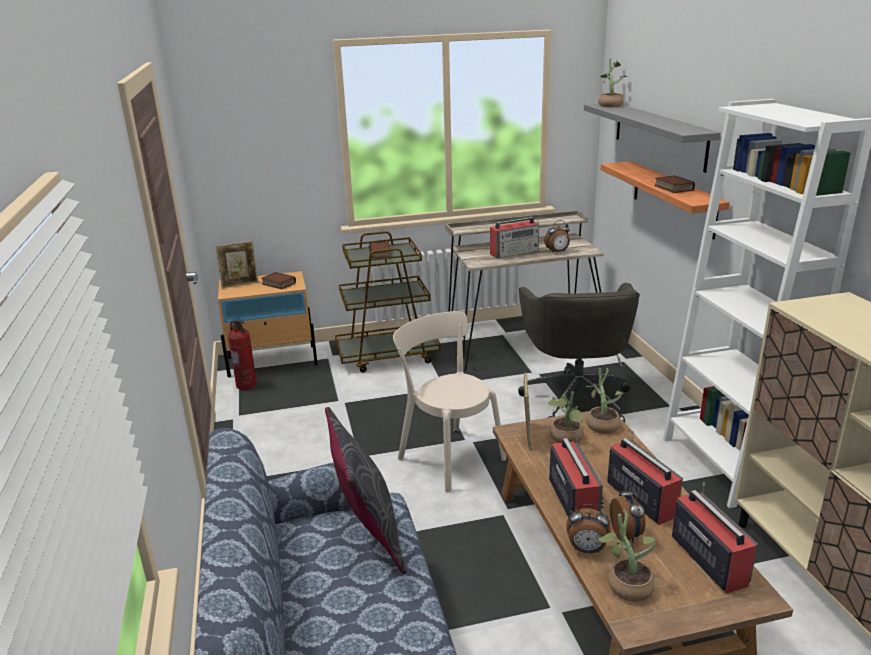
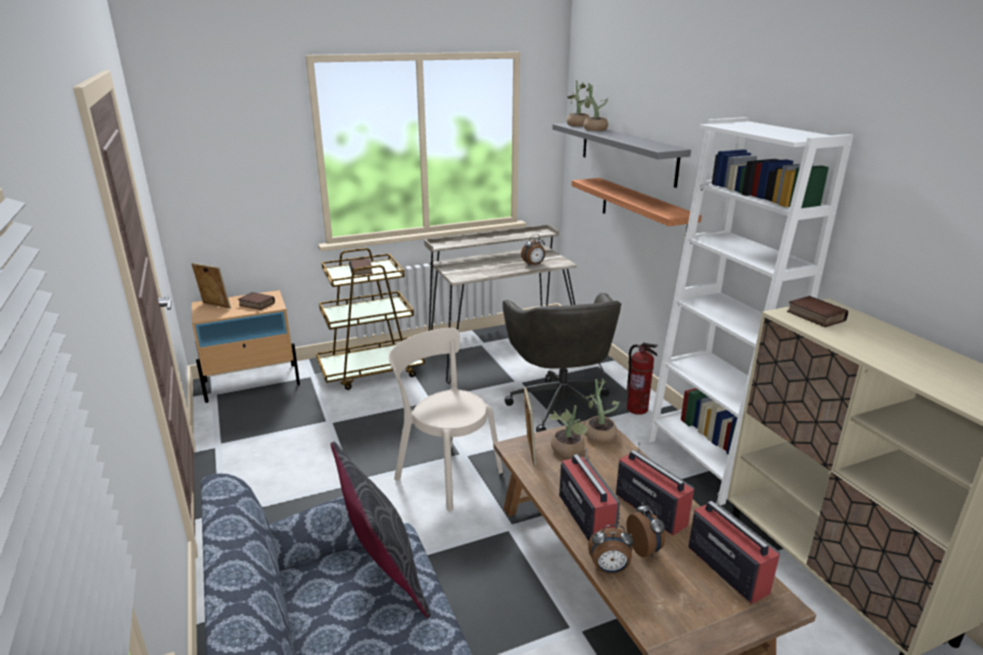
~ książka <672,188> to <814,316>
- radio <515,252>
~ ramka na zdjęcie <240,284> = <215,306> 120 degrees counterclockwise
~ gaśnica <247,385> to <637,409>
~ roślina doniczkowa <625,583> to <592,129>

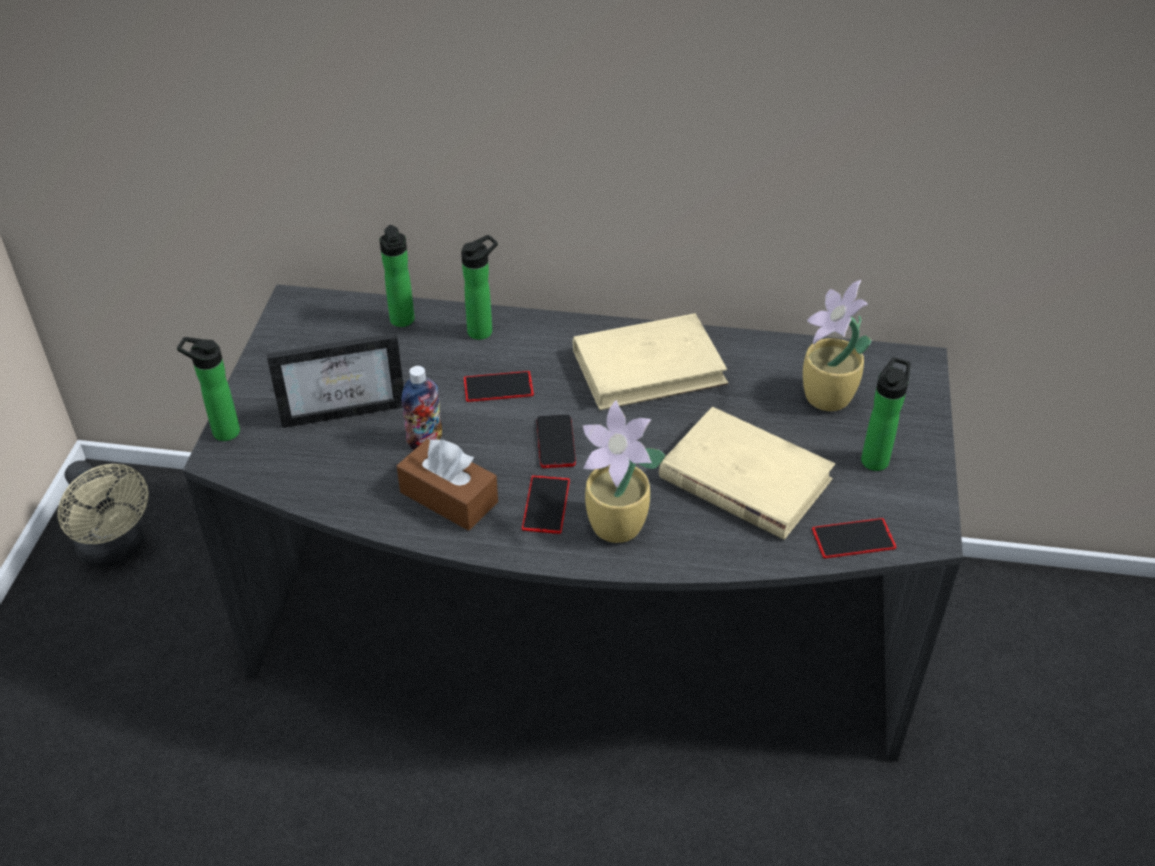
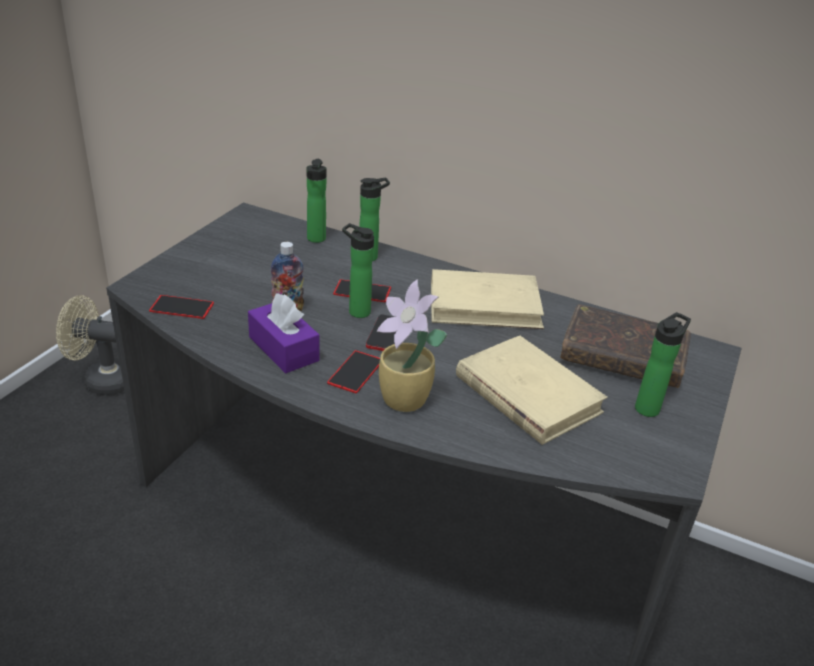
~ roślina doniczkowa <826,399> to książka [brązowy] <622,357>
- ramka na zdjęcie <345,406>
~ butelka <222,431> to <356,311>
~ pudełko chusteczek [brązowy] <449,497> to pudełko chusteczek [fioletowy] <283,349>
~ wentylator [beżowy] <117,550> = <102,380> 120 degrees clockwise
~ telefon <853,538> to <182,307>

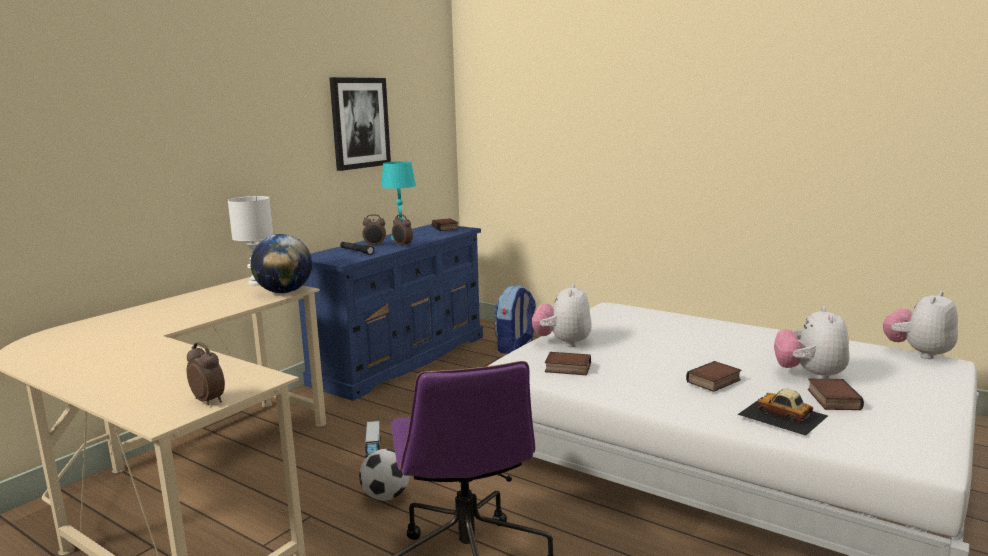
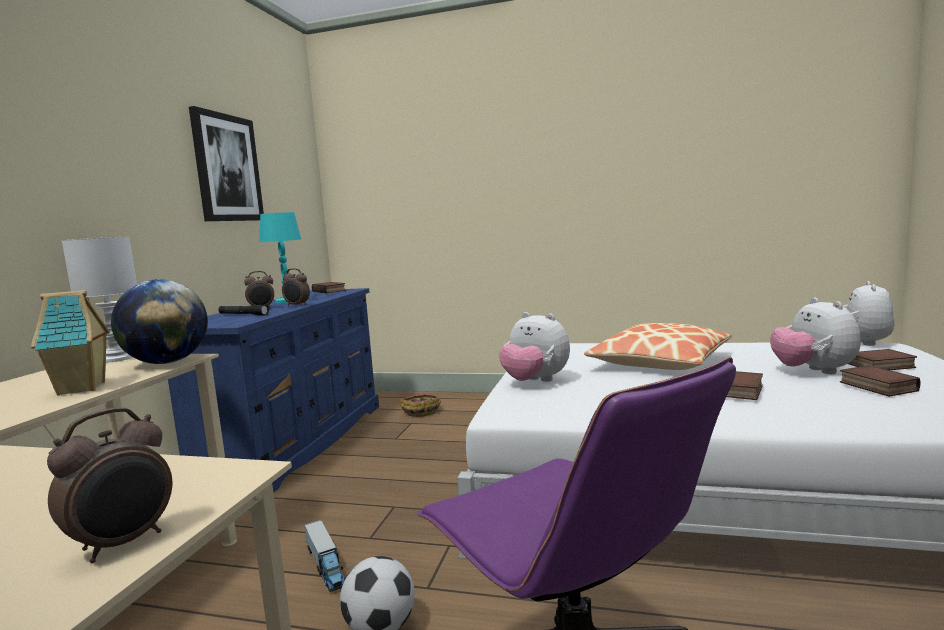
~ pluszak <563,343> = <535,382> 45 degrees counterclockwise
~ plecak <515,347> to koszyk <421,411>
~ budzik <209,400> = <124,543> 105 degrees clockwise
~ książka <567,368> to <881,366>
- samochodzik <783,415>
+ domek <83,389>
+ poduszka <659,362>

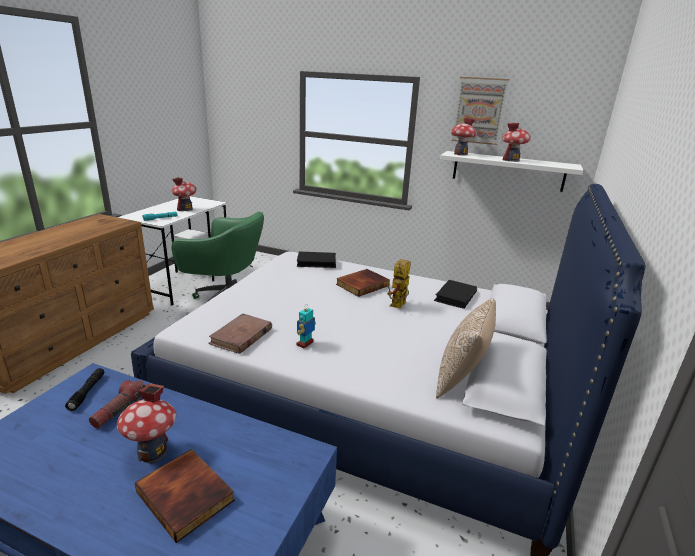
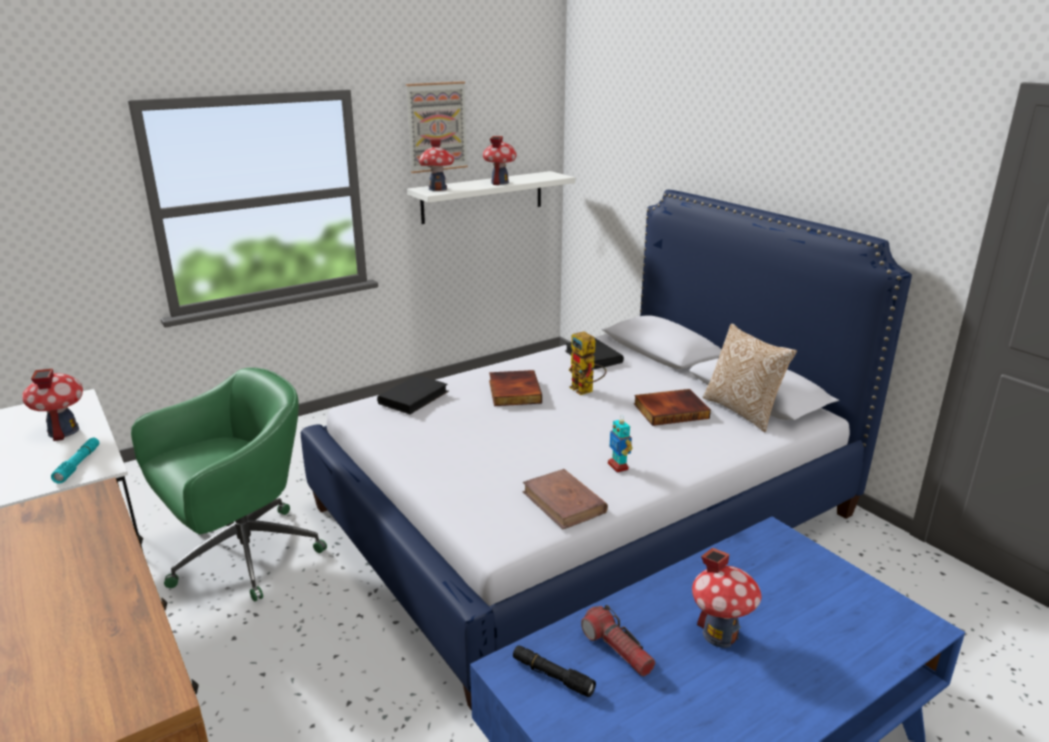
~ książka <187,495> to <670,410>

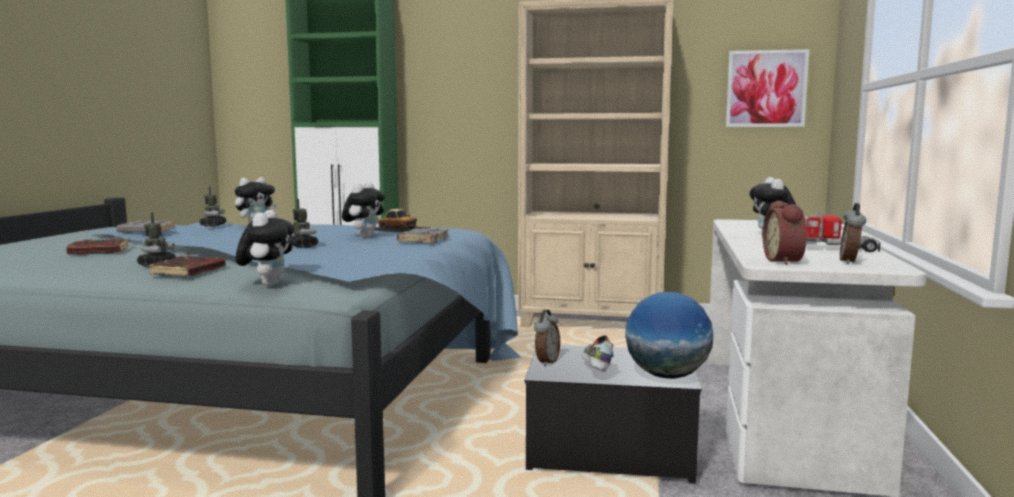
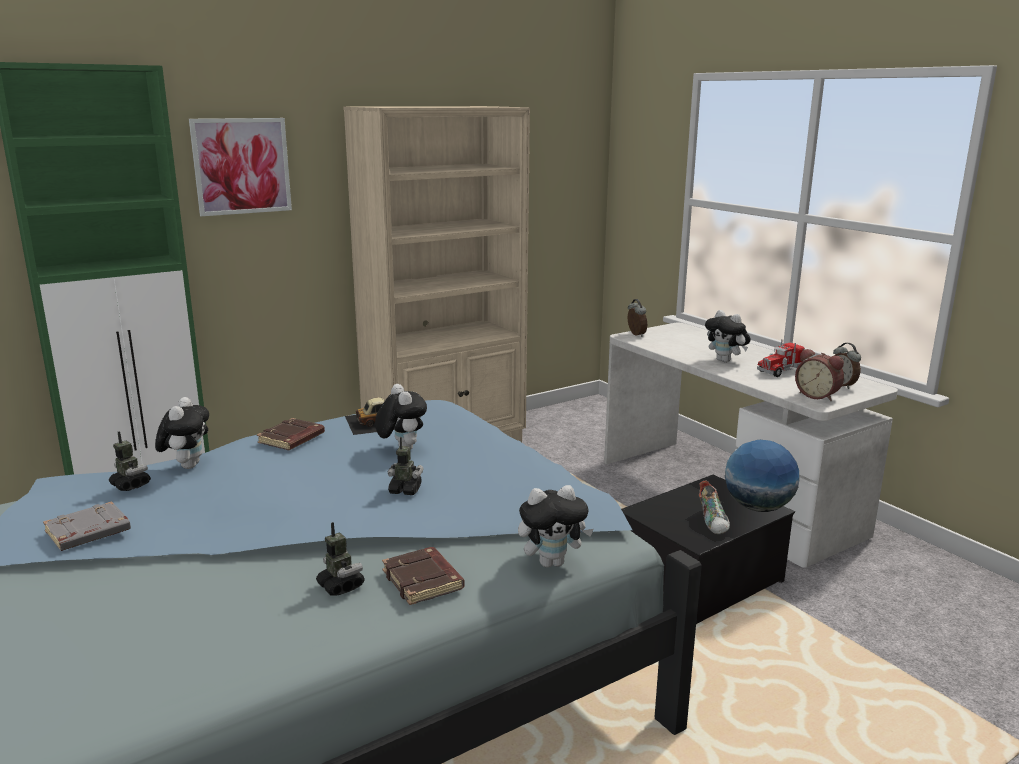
~ obraz <766,89> to <241,166>
~ pluszak <268,284> = <552,562> 120 degrees clockwise
- książka [szary] <422,240>
~ książka [brązowy] <98,252> to <292,439>
~ budzik <546,362> to <635,334>
~ but <595,370> = <713,522> 135 degrees counterclockwise

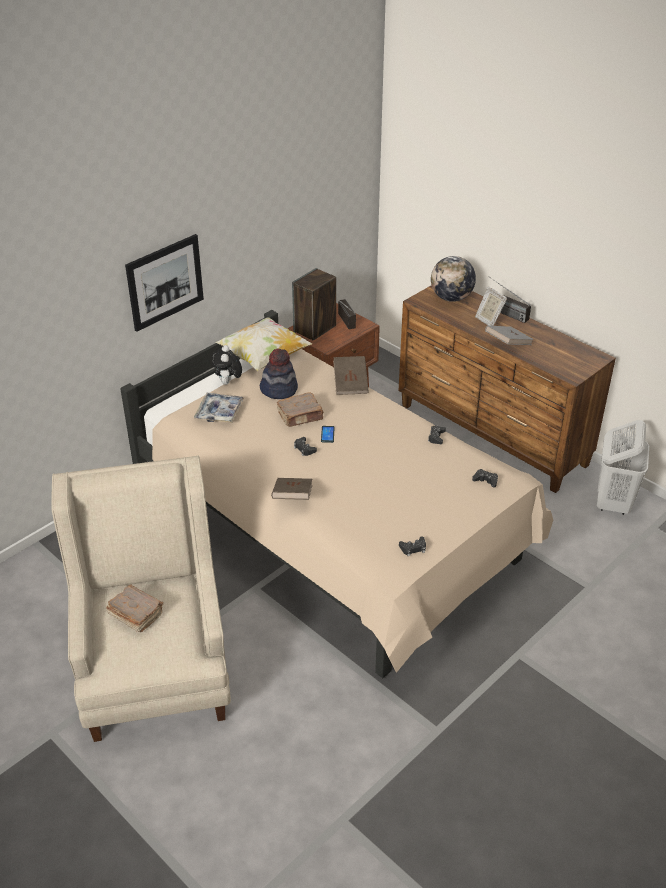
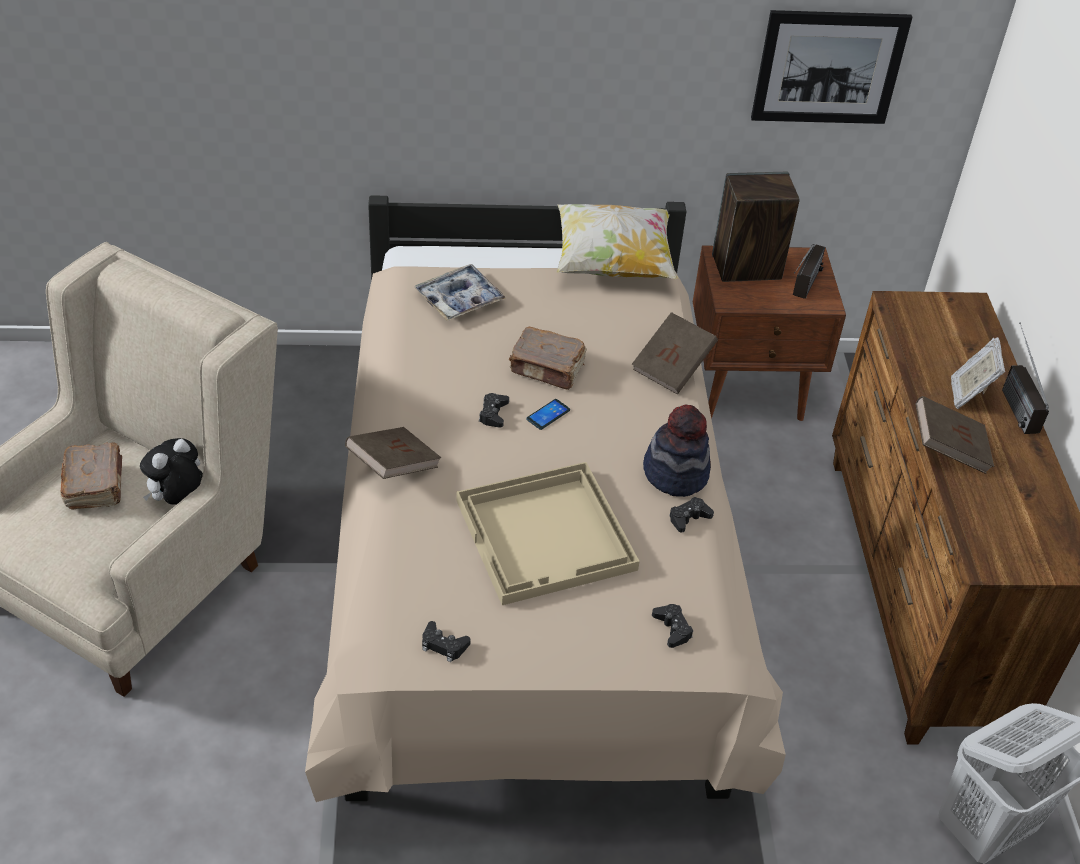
~ obraz <165,282> to <829,67>
- globus <451,298>
~ książka [szary] <508,344> to książka [brązowy] <948,449>
~ pluszak <228,383> to <178,500>
~ kapelusz <279,389> to <675,473>
+ taca [beżowy] <547,535>

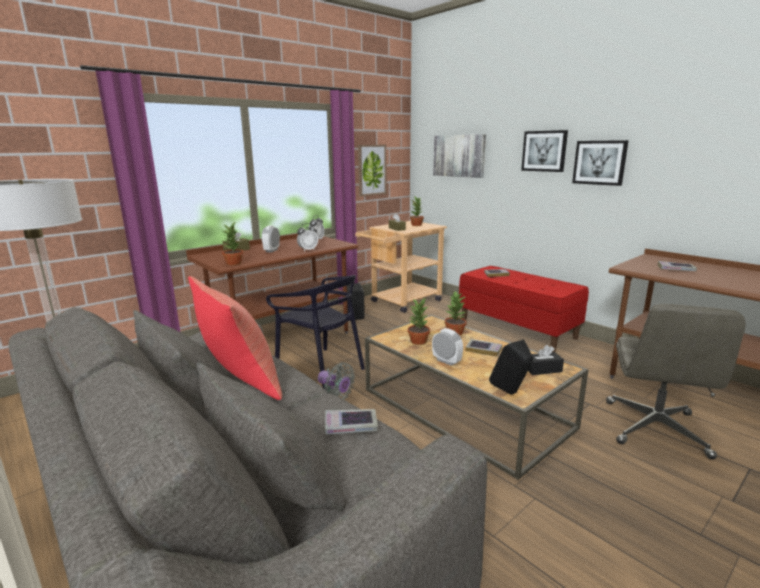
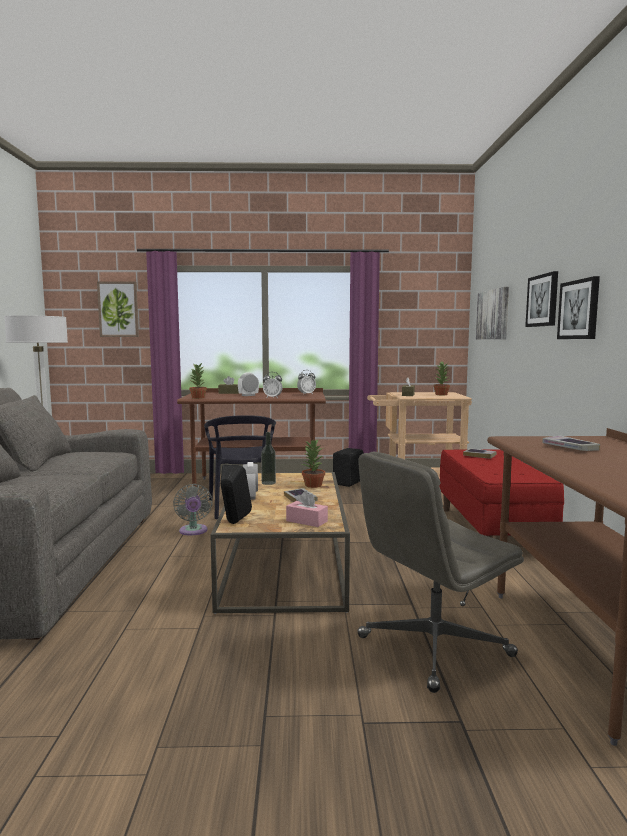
~ obraz <371,170> to <118,309>
- poduszka [czerwony] <239,381>
~ roślina doniczkowa <419,341> to butelka <268,483>
~ pudełko chusteczek [czarny] <543,369> to pudełko chusteczek [różowy] <306,521>
- książka <351,426>

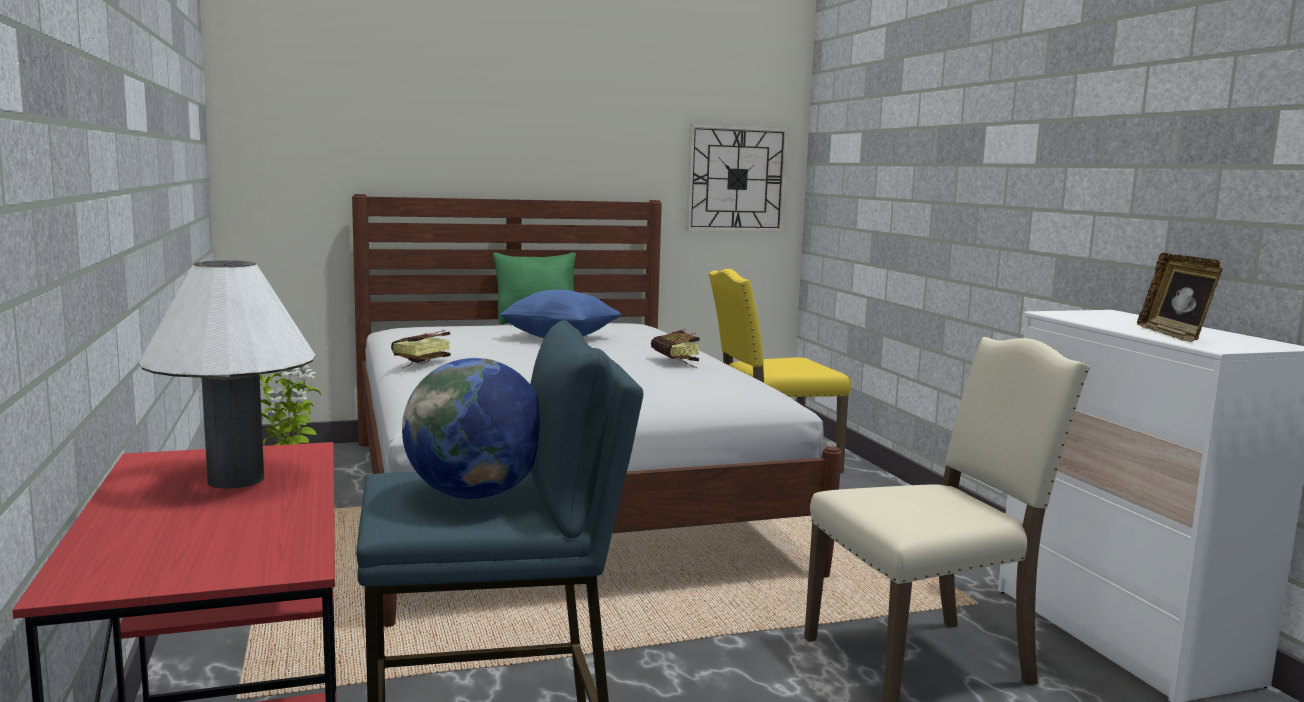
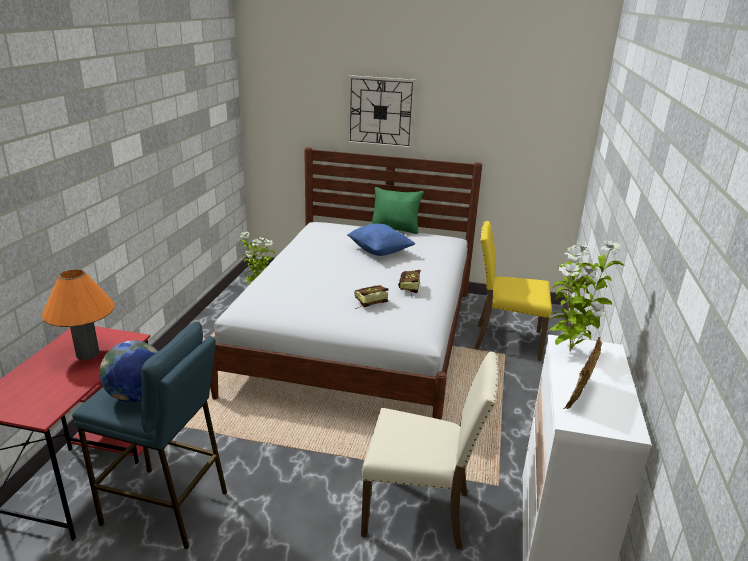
~ zegar ścienny <736,179> to <380,112>
~ lampa stołowa [biały] <236,480> to lampa stołowa [pomarańczowy] <87,354>
~ książka <417,363> to <368,303>
+ roślina doniczkowa <568,350>

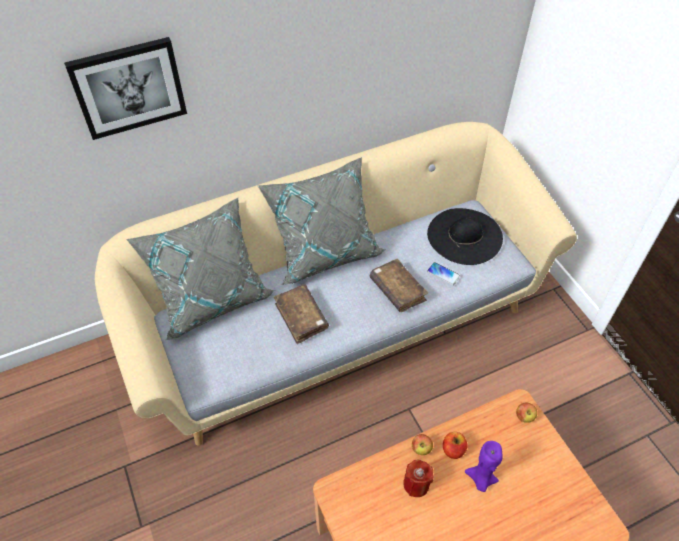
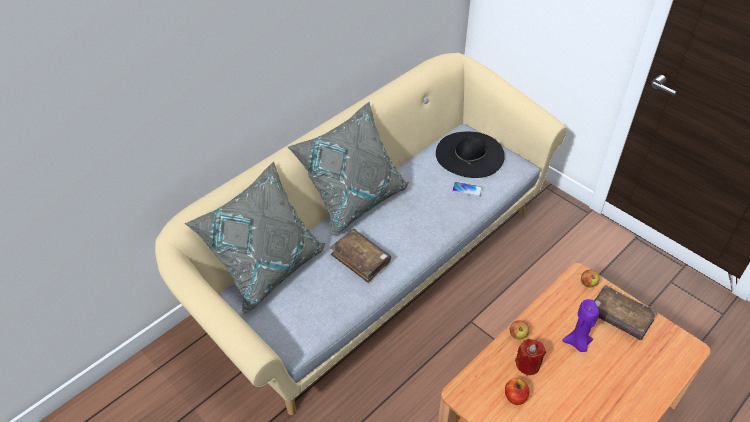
- obraz <128,87>
~ książka [brązowy] <397,290> to <619,317>
~ jabłko <453,450> to <515,397>

